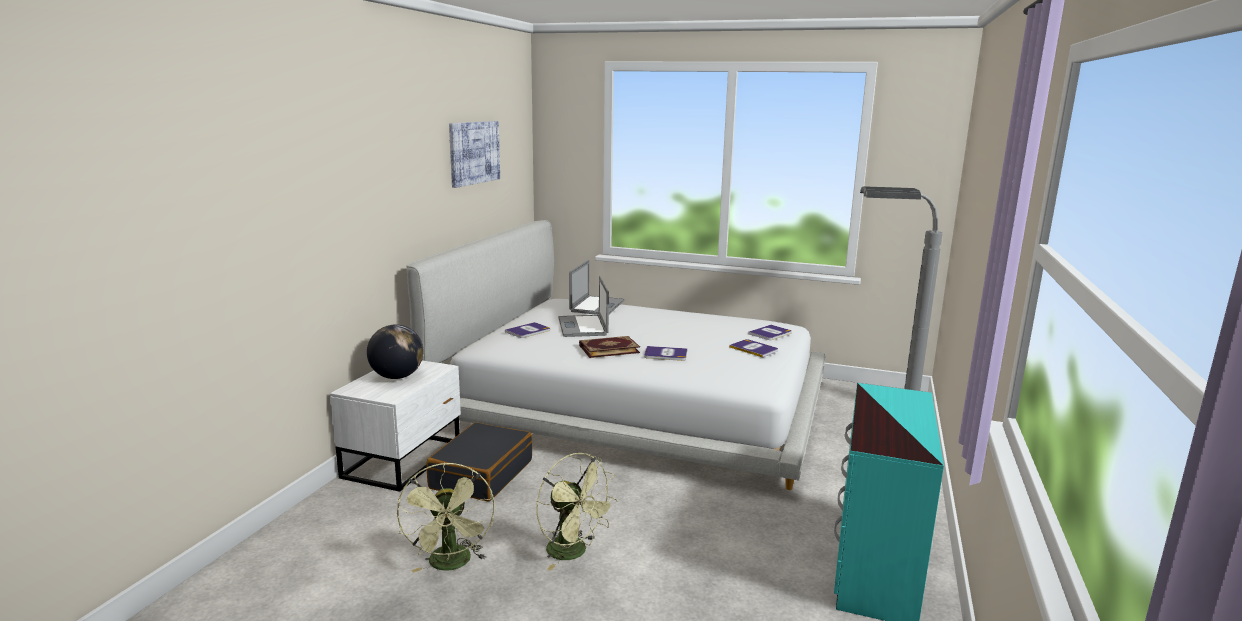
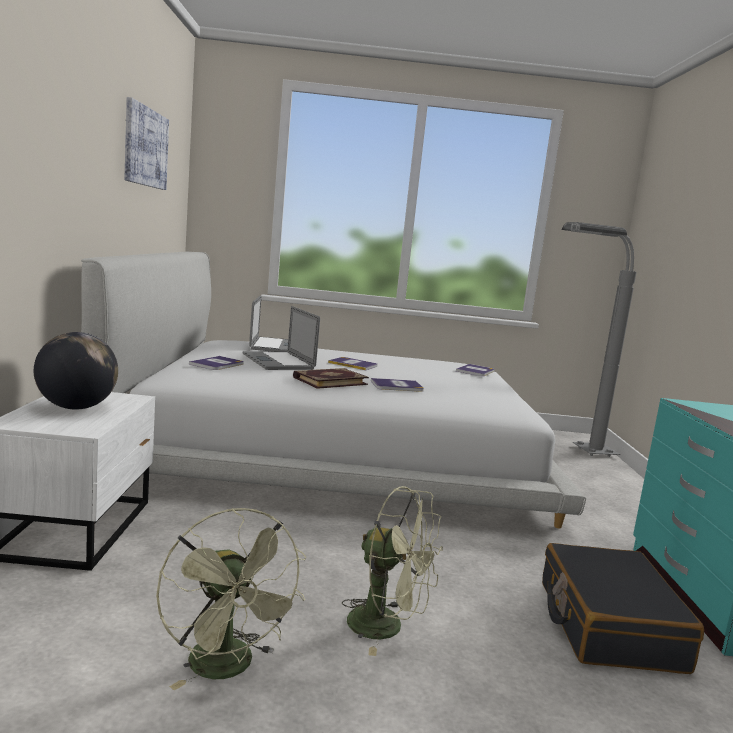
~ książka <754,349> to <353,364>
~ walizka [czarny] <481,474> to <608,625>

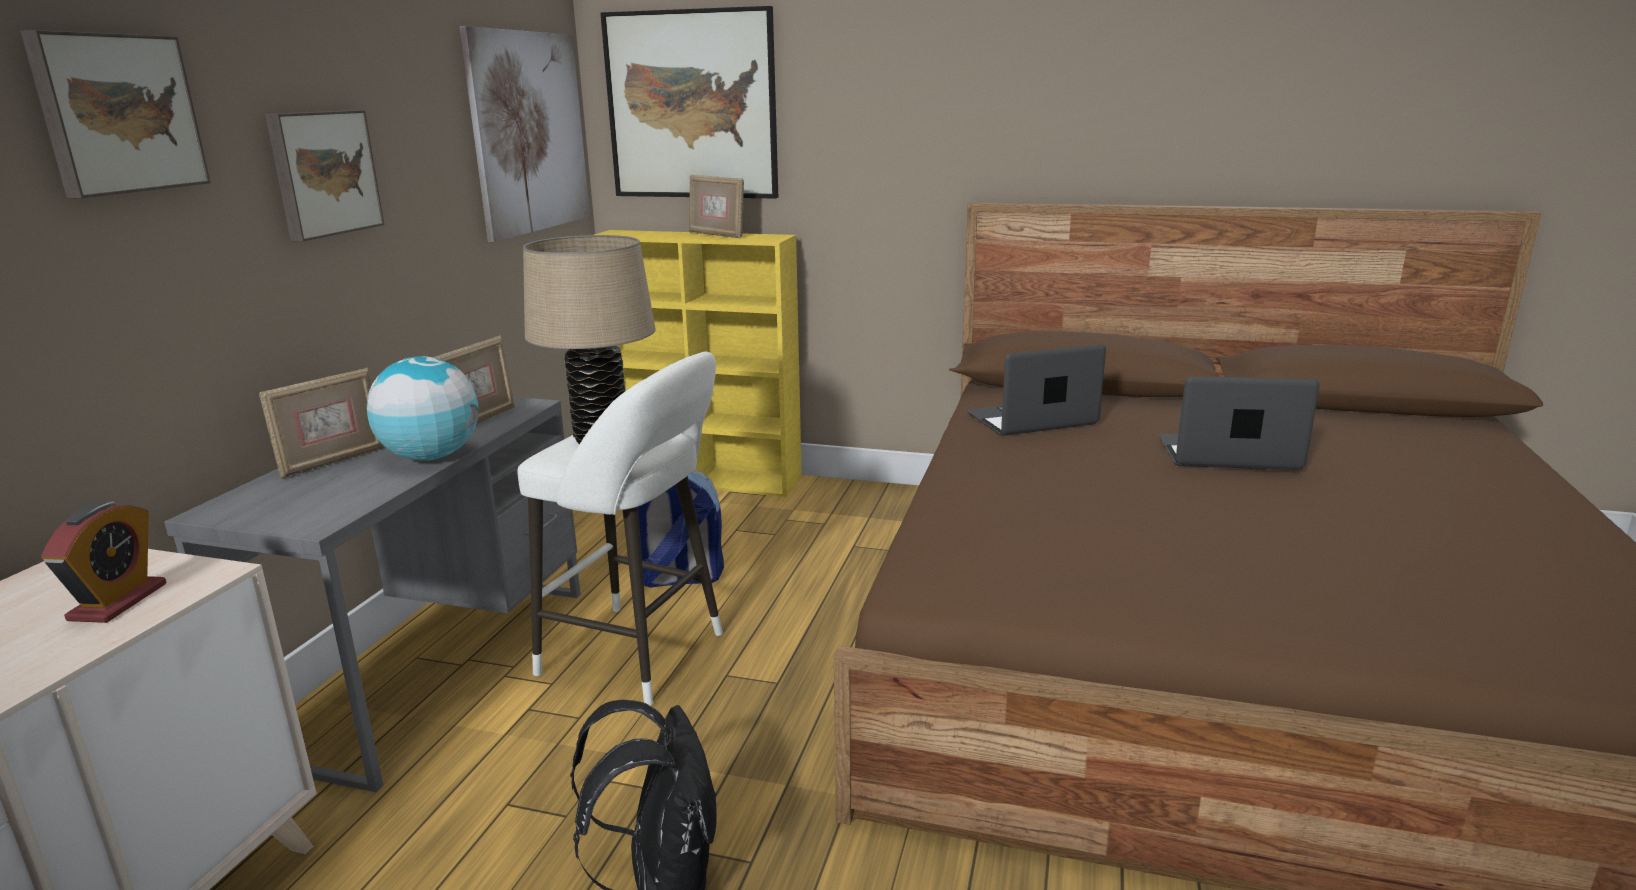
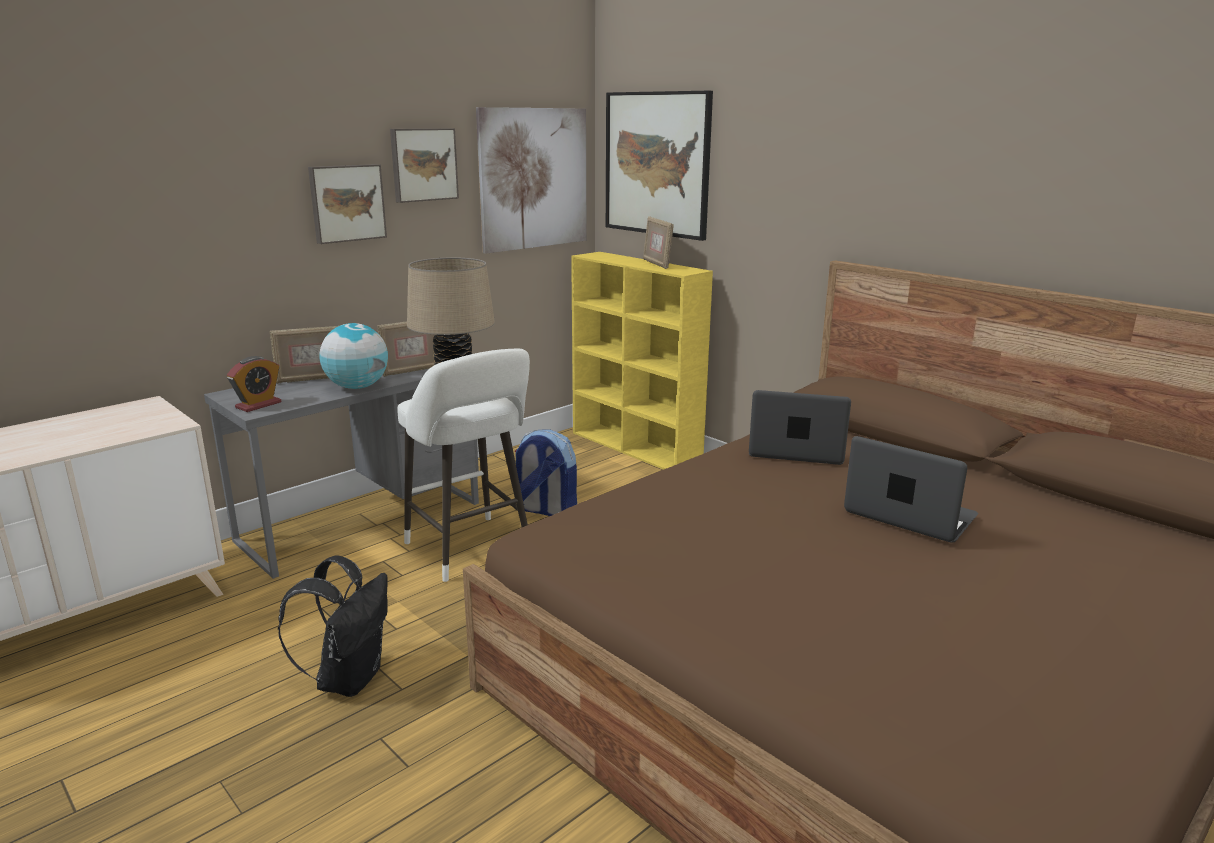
~ obraz <117,114> to <423,164>
~ budzik <118,602> to <258,405>

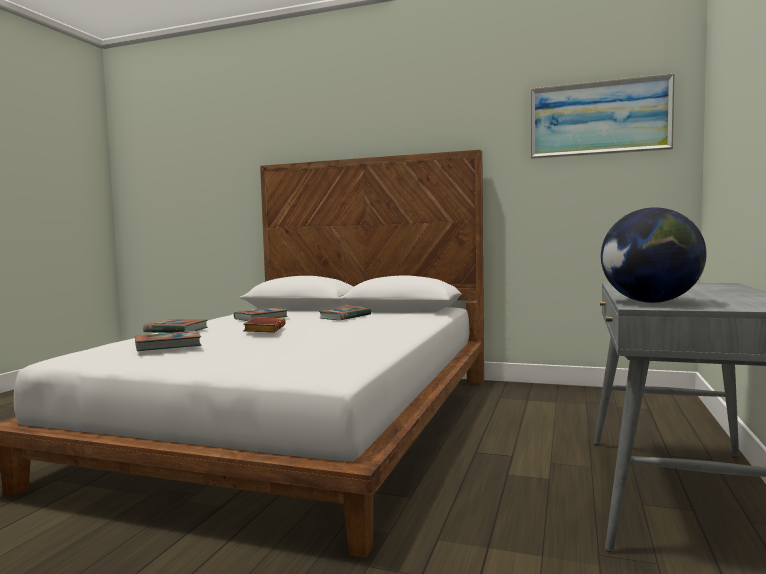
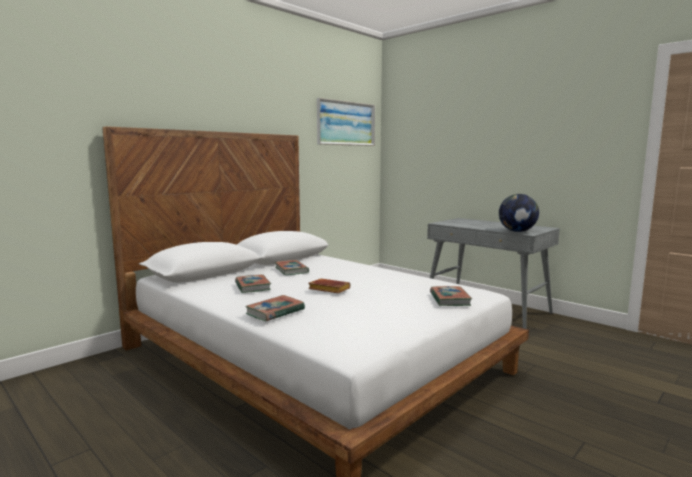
~ książka <168,345> to <449,299>

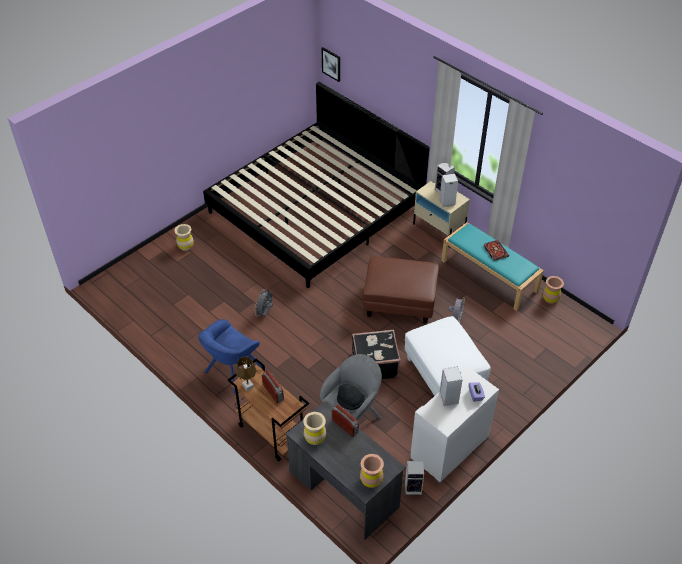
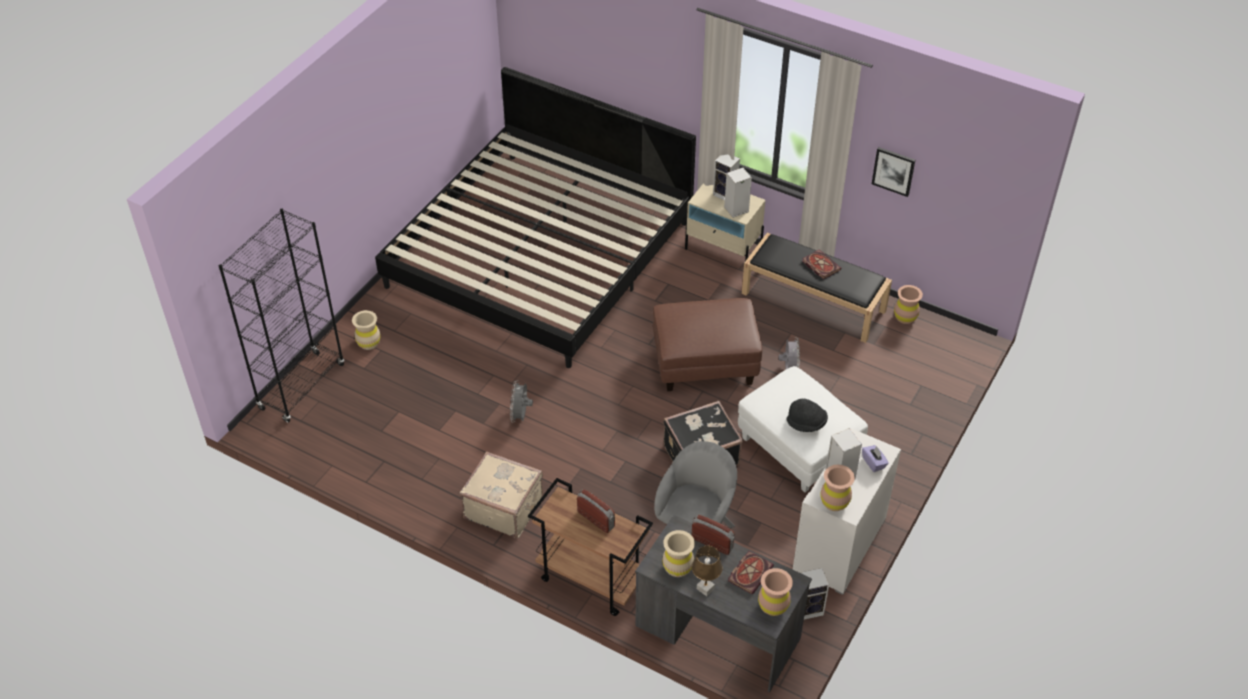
~ obraz <331,64> to <893,171>
~ ławka [turkusowy] <490,276> to ławka [czarny] <814,302>
~ fotel [niebieski] <231,371> to walizka [beżowy] <503,507>
~ lampa stołowa [brązowy] <248,386> to <705,589>
~ kapelusz [czarny] <350,402> to <806,423>
+ regał [czarny] <302,386>
+ wazon [brązowy] <834,502>
+ książka <750,572>

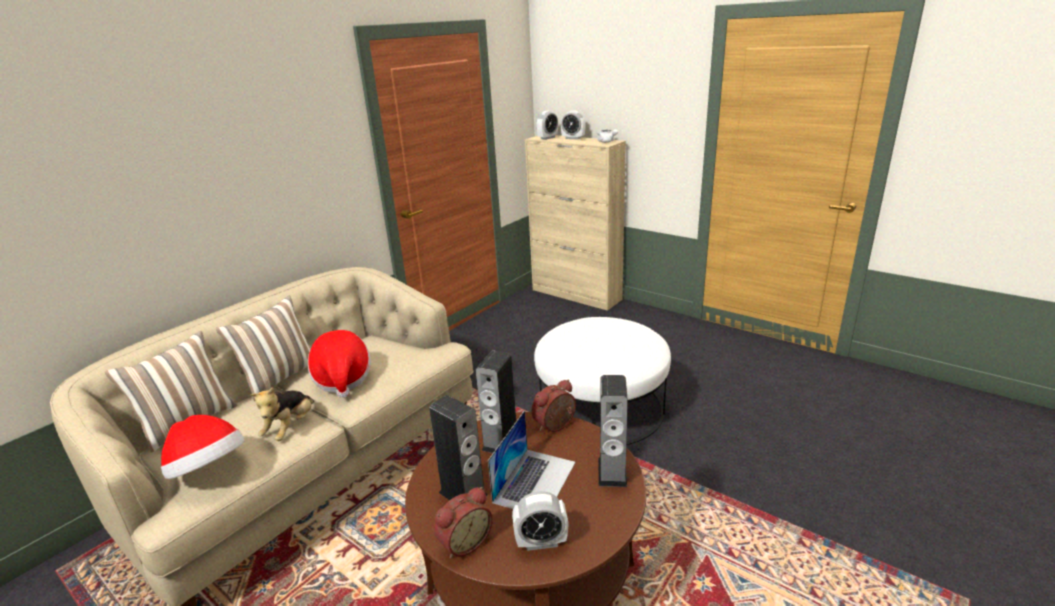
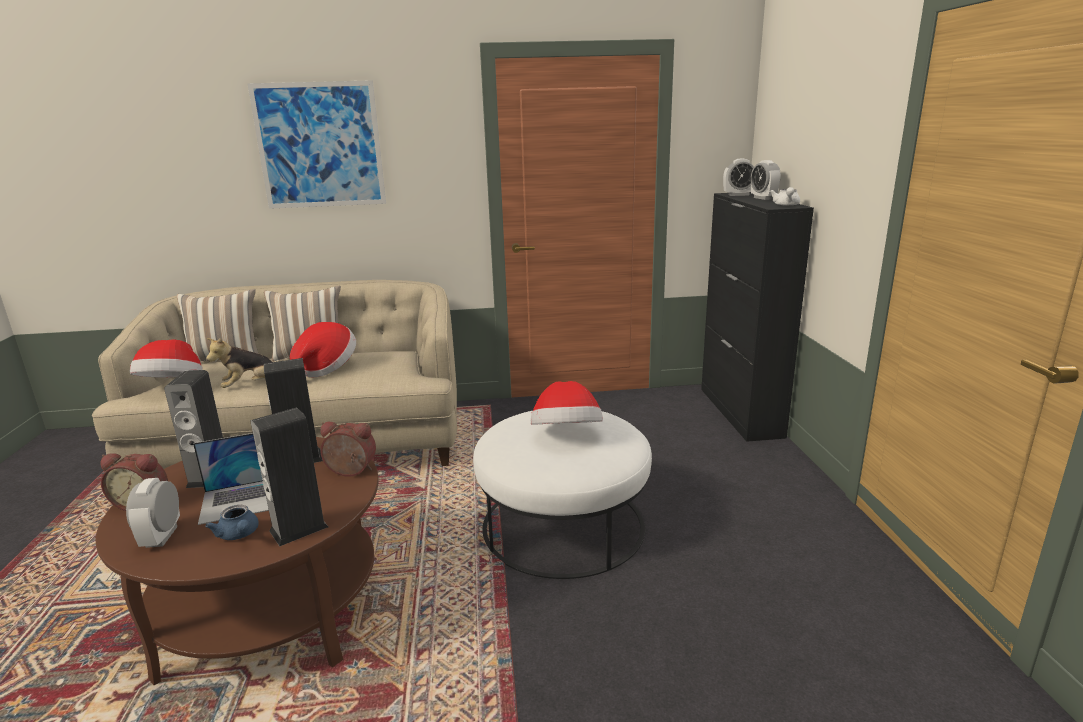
~ szafka [beżowy] <576,295> to szafka [czarny] <740,412>
~ budzik <541,542> = <162,536> 45 degrees clockwise
+ obraz <319,145>
+ kapelusz <566,436>
+ imbryk [niebieski] <239,535>

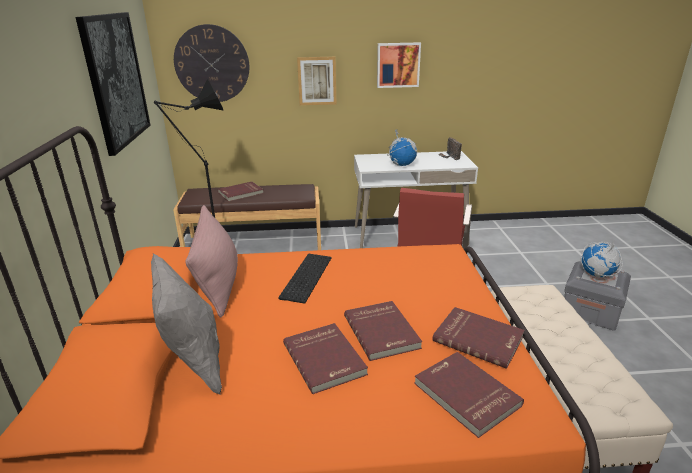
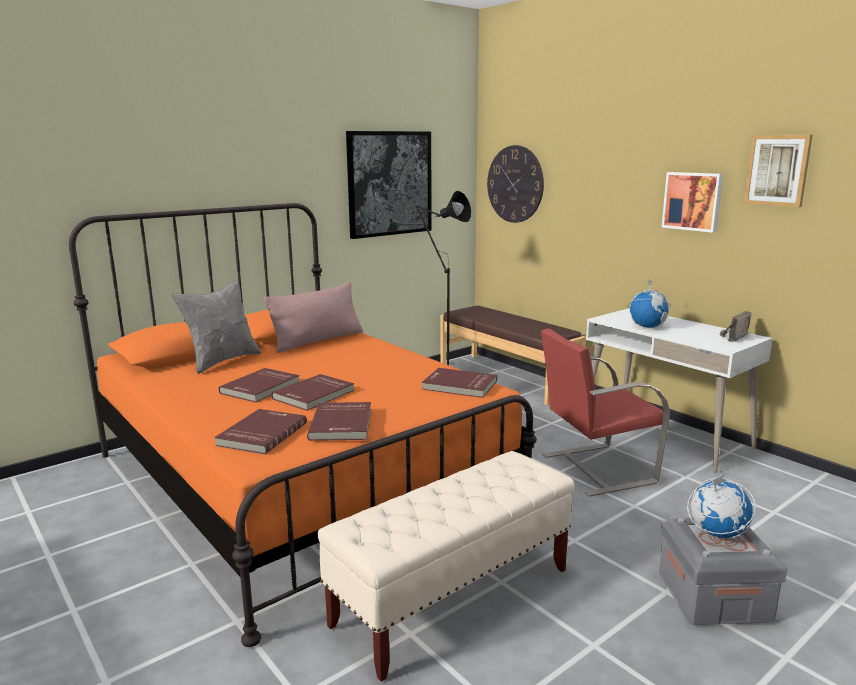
~ obraz <317,81> to <777,170>
~ książka [czerwony] <241,193> to <459,386>
- klawiatura <305,276>

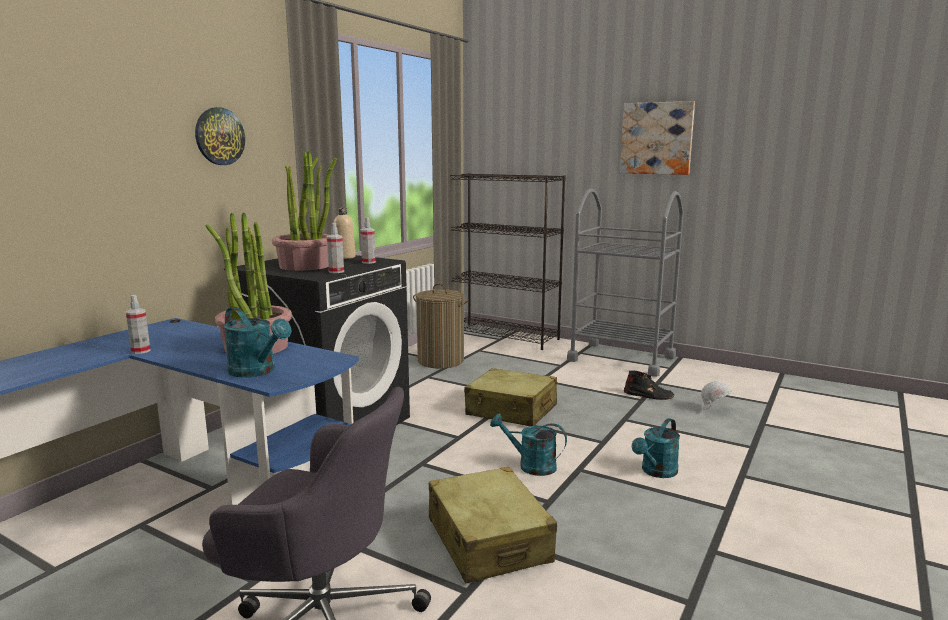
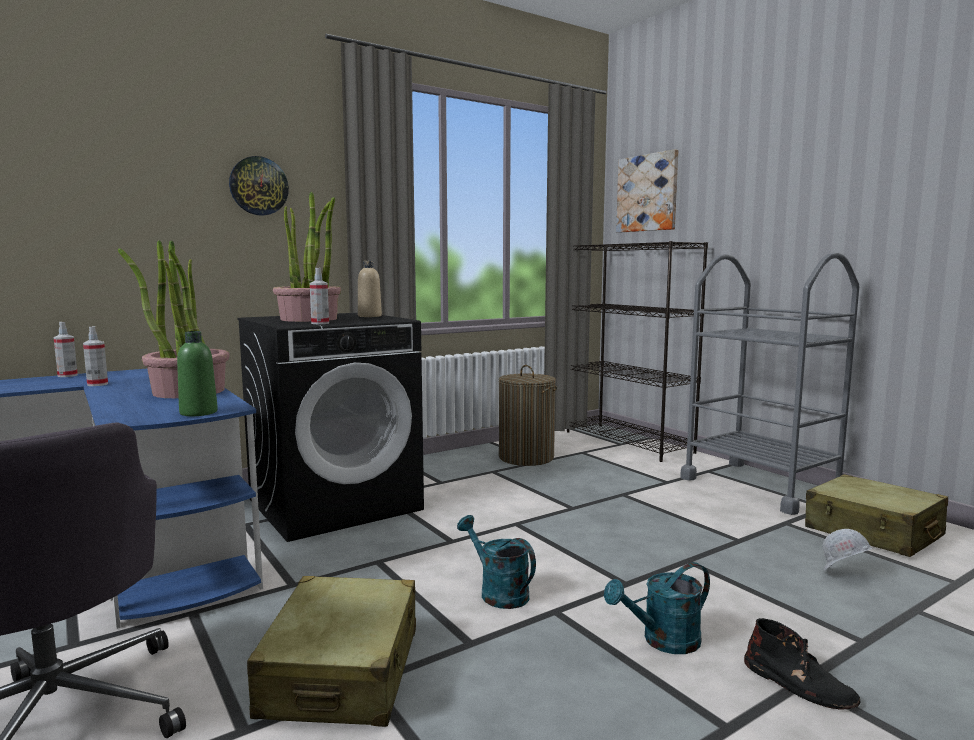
~ obraz <656,138> to <647,193>
~ spryskiwacz <368,262> to <67,375>
- konewka [turkusowy] <257,372>
~ walizka [beżowy] <511,410> to <873,532>
~ but z cholewką [czarny] <649,395> to <799,684>
+ butelka [zielony] <198,413>

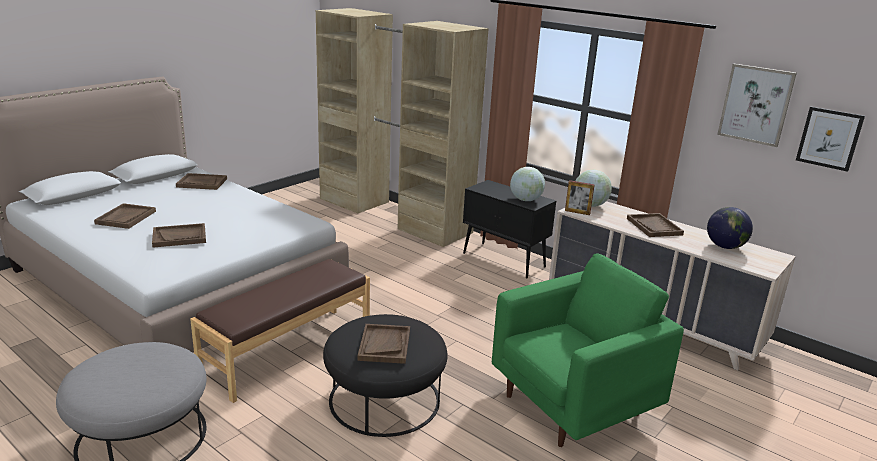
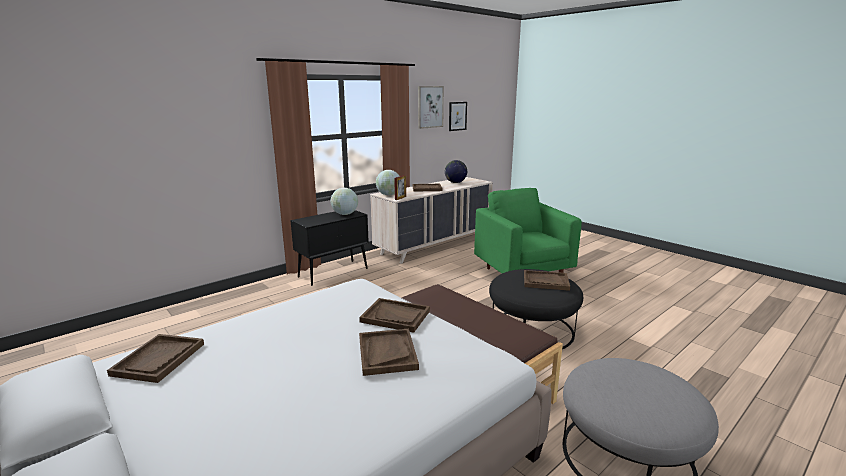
- szafa [beżowy] <393,215>
~ taca [brązowy] <126,217> to <395,316>

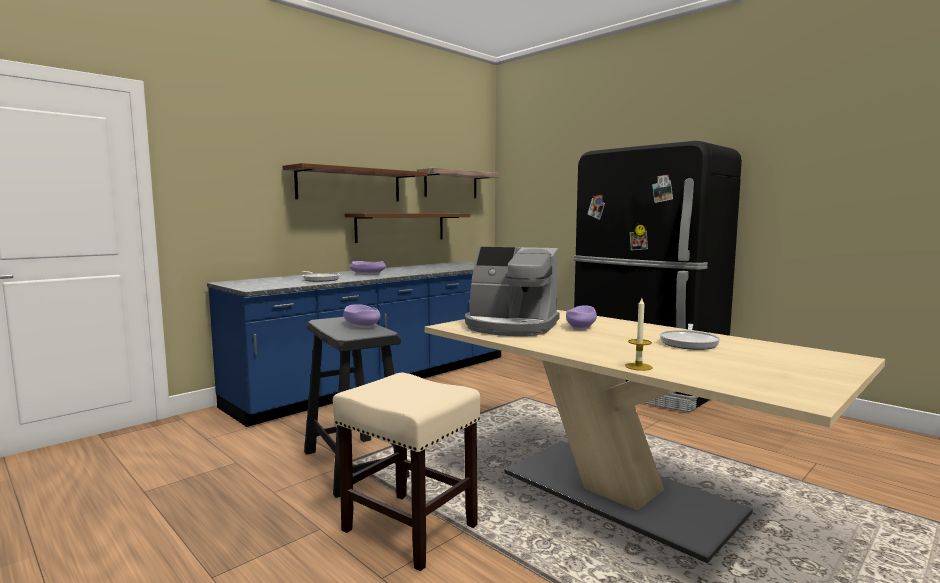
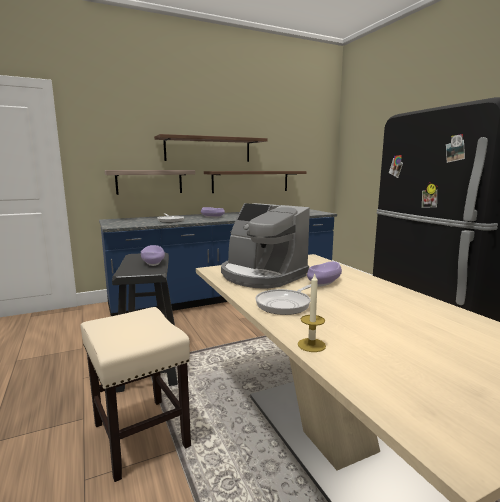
~ półka <451,184> to <149,181>
~ patelnia <689,343> to <285,304>

